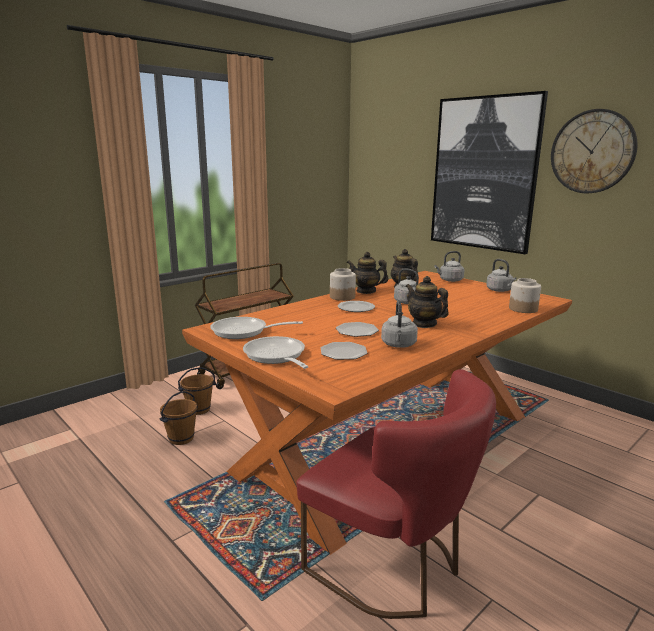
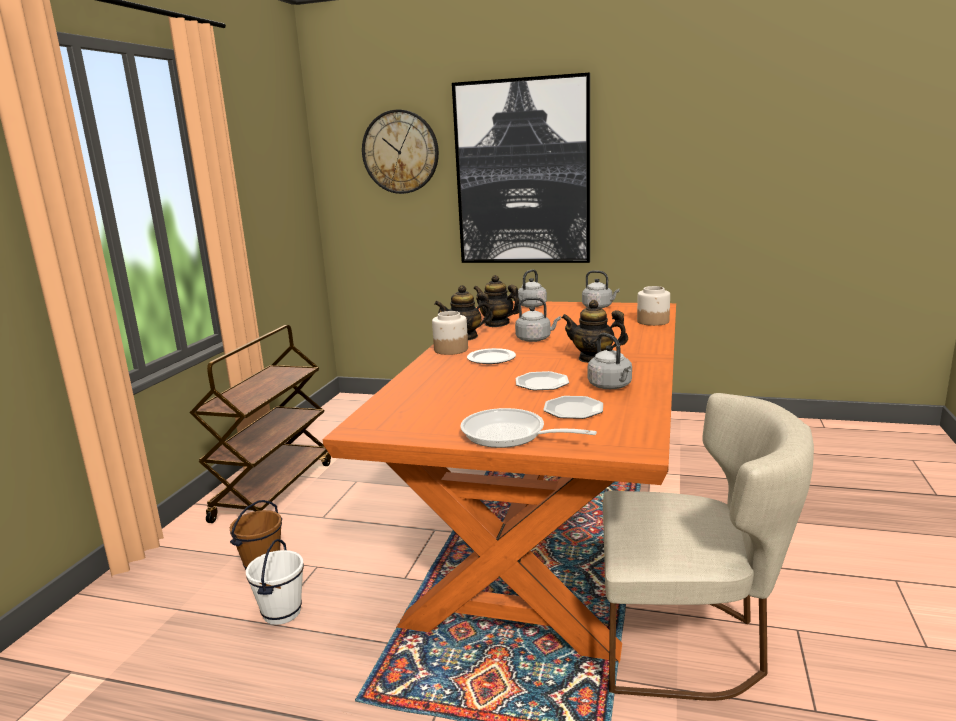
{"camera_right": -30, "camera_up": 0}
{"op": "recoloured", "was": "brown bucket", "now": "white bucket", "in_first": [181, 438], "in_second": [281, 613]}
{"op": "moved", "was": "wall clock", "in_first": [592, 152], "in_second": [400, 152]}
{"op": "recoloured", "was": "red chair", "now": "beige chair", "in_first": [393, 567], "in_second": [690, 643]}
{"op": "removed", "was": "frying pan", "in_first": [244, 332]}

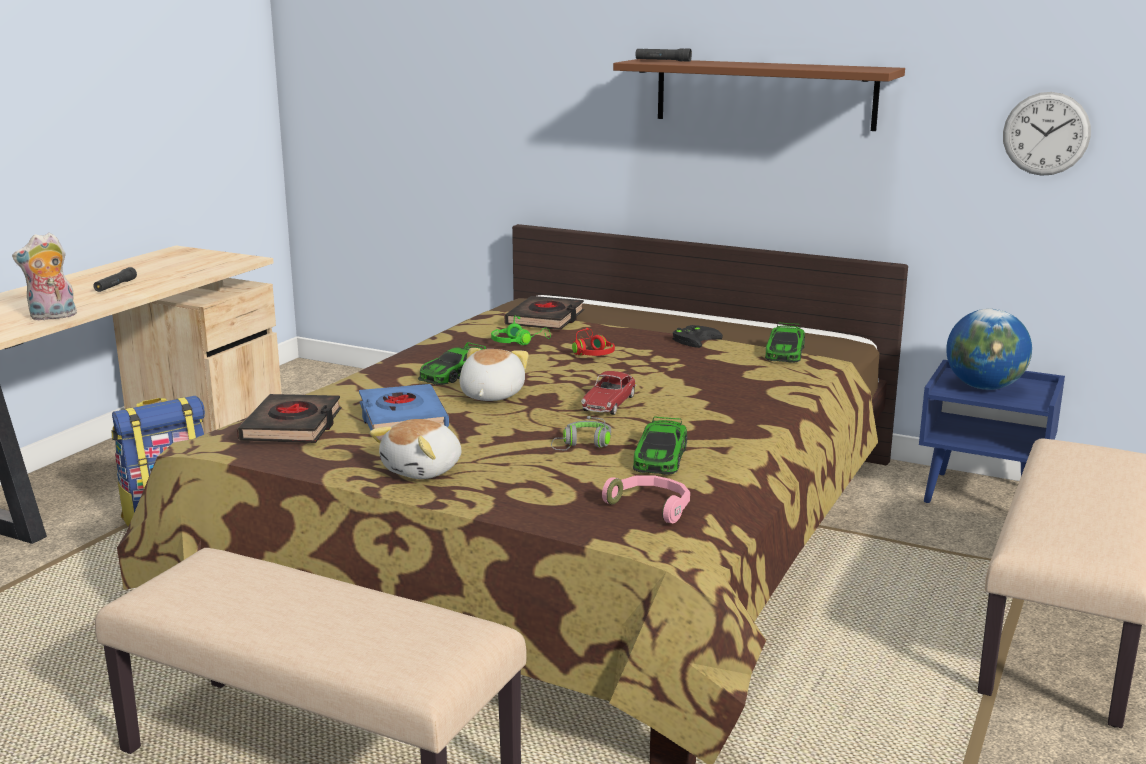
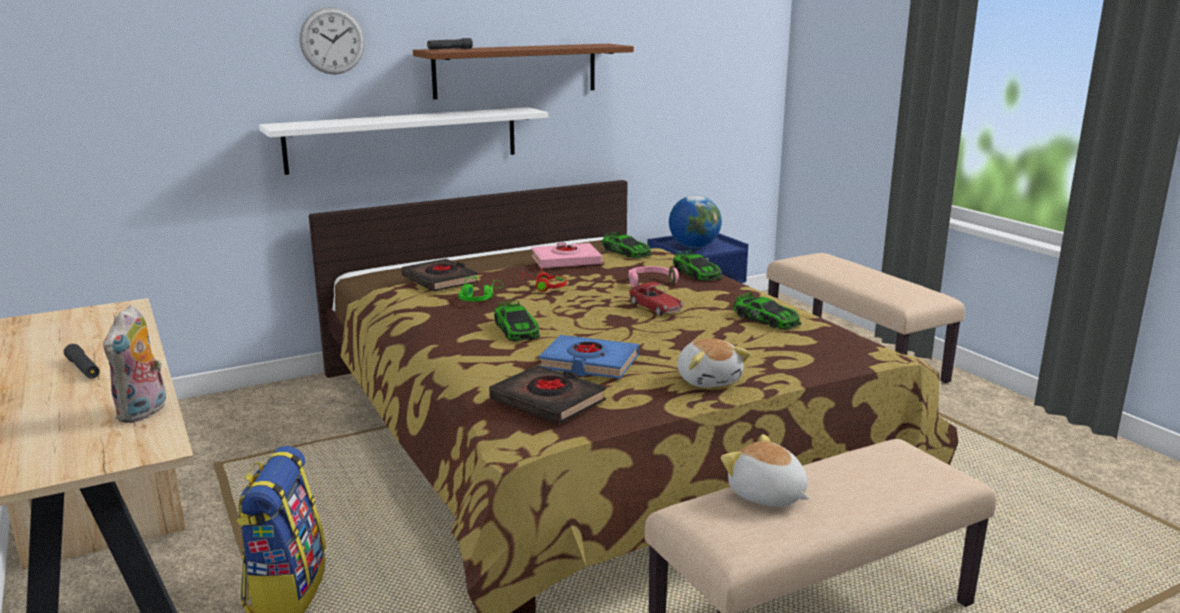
{"camera_right": -55, "camera_up": 0}
{"op": "added", "now": "white shelf", "in_second": [404, 139]}
{"op": "moved", "was": "wall clock", "in_first": [1046, 134], "in_second": [332, 41]}
{"op": "replaced", "was": "black game controller", "now": "pink book", "in_first": [695, 339], "in_second": [566, 261]}
{"op": "moved", "was": "pink headphones", "in_first": [652, 506], "in_second": [650, 282]}
{"op": "added", "now": "toy car", "in_second": [697, 273]}
{"op": "moved", "was": "plush toy", "in_first": [490, 395], "in_second": [766, 495]}
{"op": "removed", "was": "grey headphones", "in_first": [583, 445]}

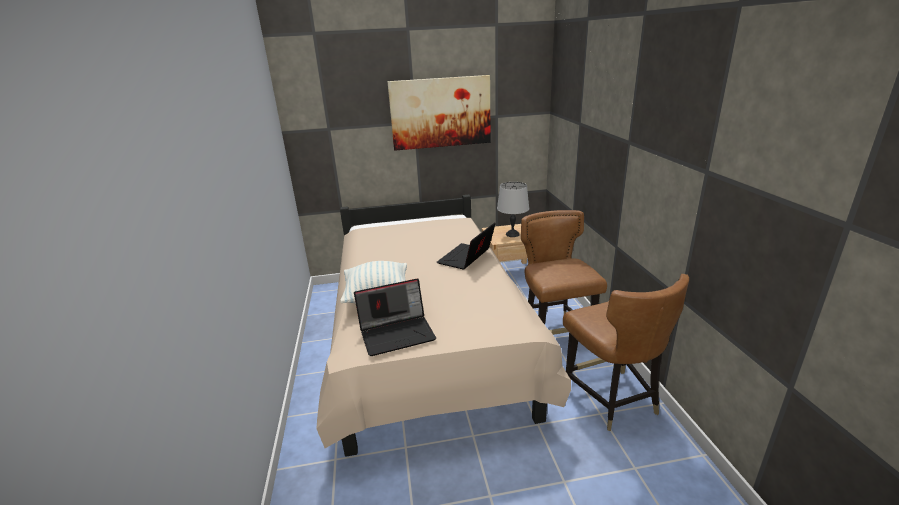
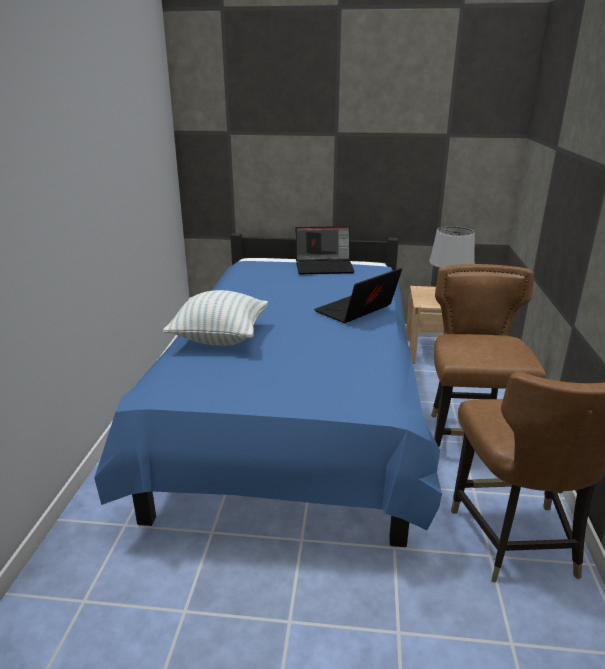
{"camera_right": 15, "camera_up": 0}
{"op": "recoloured", "was": "beige bed", "now": "blue bed", "in_first": [427, 342], "in_second": [295, 415]}
{"op": "moved", "was": "laptop", "in_first": [397, 333], "in_second": [325, 267]}
{"op": "removed", "was": "picture", "in_first": [440, 112]}

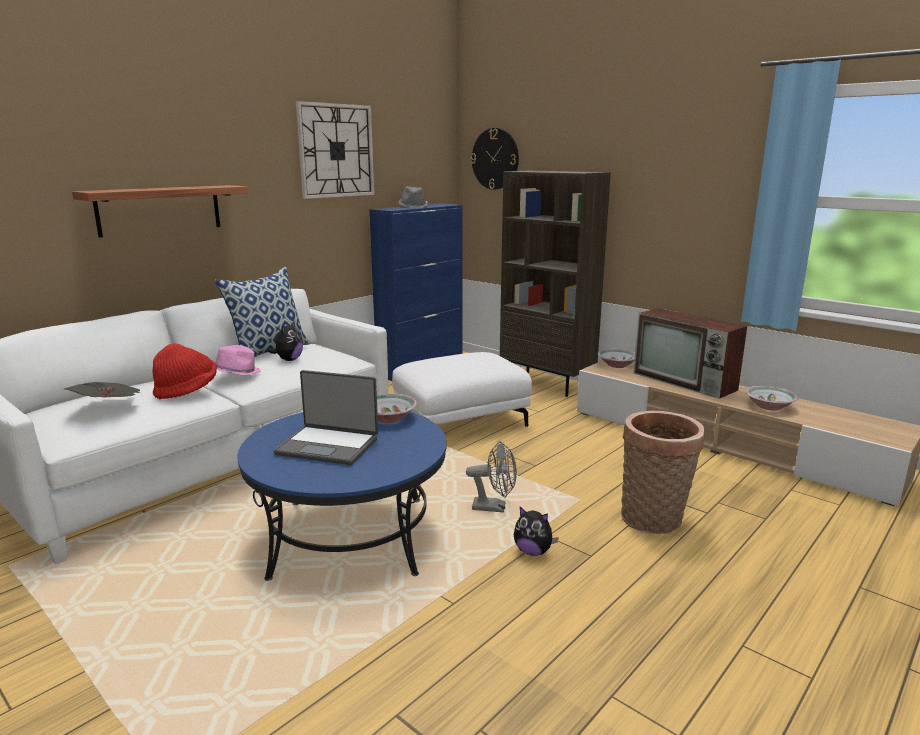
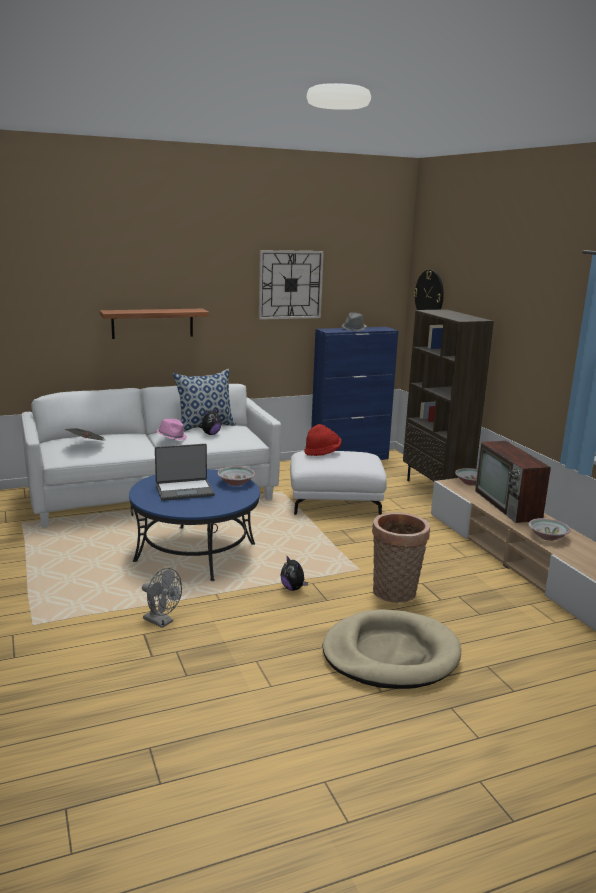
{"camera_right": 25, "camera_up": 0}
{"op": "moved", "was": "grey fan", "in_first": [494, 507], "in_second": [162, 622]}
{"op": "turned", "was": "laptop", "in_first": [328, 446], "in_second": [184, 490], "clockwise": -60}
{"op": "moved", "was": "red hat", "in_first": [186, 390], "in_second": [322, 453]}
{"op": "added", "now": "beige dog bed", "in_second": [390, 654]}

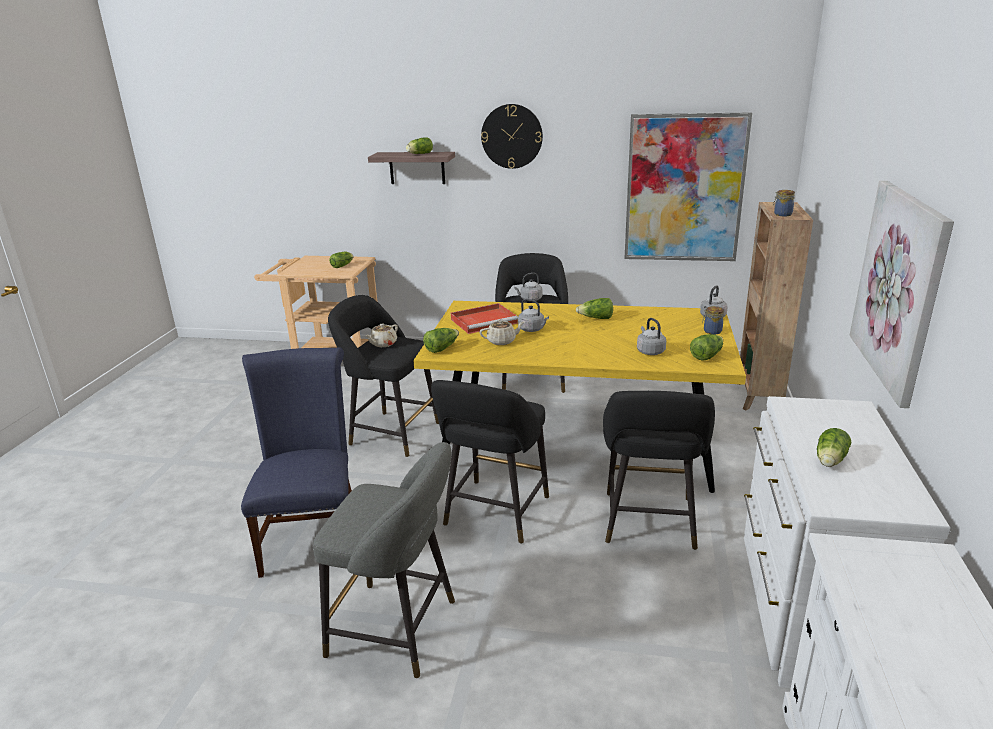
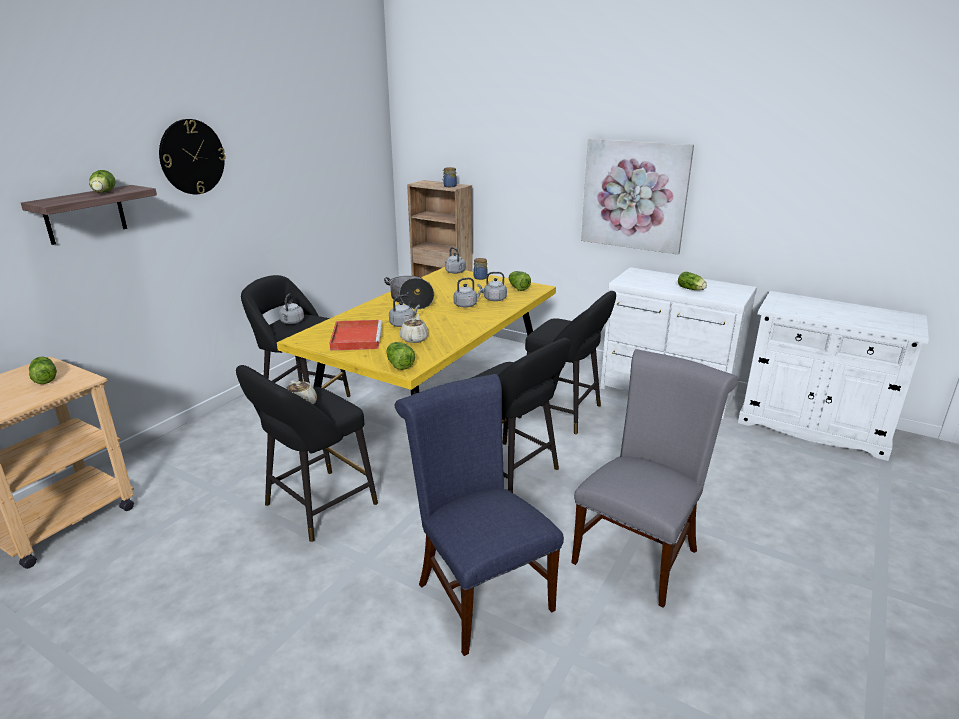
{"camera_right": -70, "camera_up": 0}
{"op": "replaced", "was": "lettuce", "now": "cooking pot", "in_first": [596, 318], "in_second": [410, 301]}
{"op": "turned", "was": "blue chair", "in_first": [313, 537], "in_second": [479, 592], "clockwise": 45}
{"op": "added", "now": "grey kettle", "in_second": [466, 305]}
{"op": "replaced", "was": "grey stool", "now": "grey chair", "in_first": [399, 629], "in_second": [639, 552]}
{"op": "removed", "was": "picture", "in_first": [684, 189]}

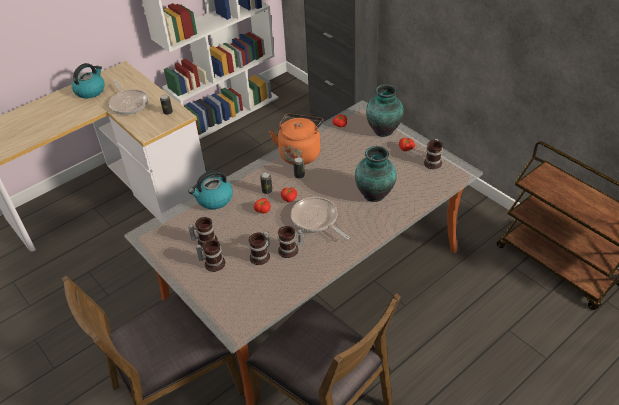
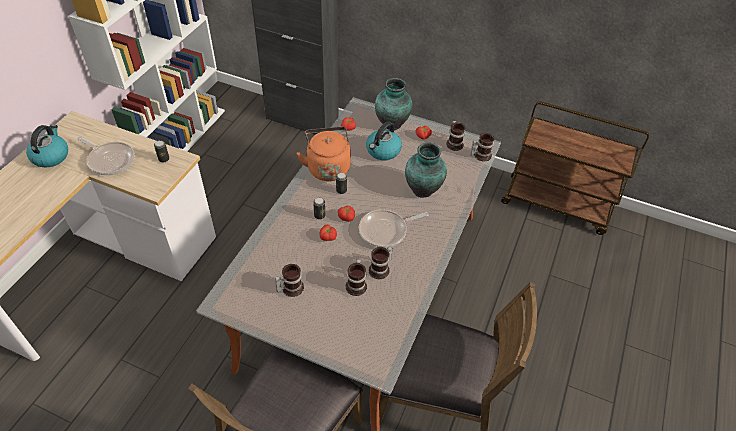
{"camera_right": -30, "camera_up": 5}
{"op": "turned", "was": "frying pan", "in_first": [316, 220], "in_second": [386, 231], "clockwise": -45}
{"op": "moved", "was": "kettle", "in_first": [214, 199], "in_second": [383, 151]}
{"op": "moved", "was": "mug", "in_first": [213, 262], "in_second": [480, 155]}

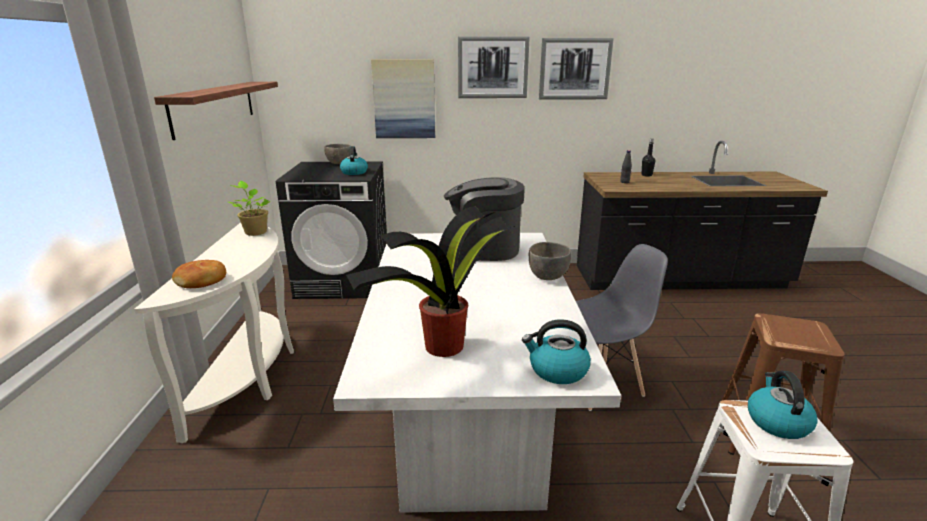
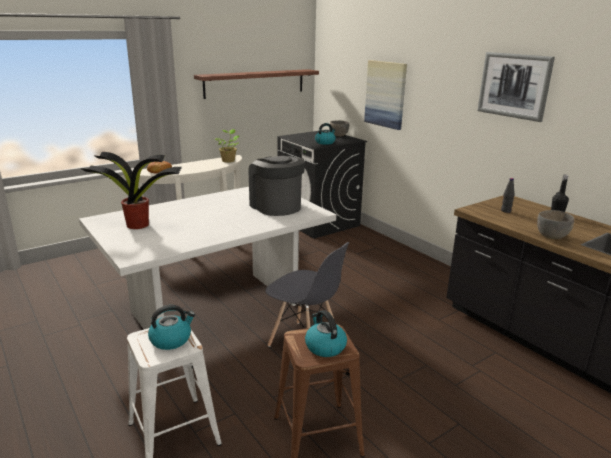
{"camera_right": 55, "camera_up": 0}
{"op": "moved", "was": "kettle", "in_first": [557, 370], "in_second": [324, 346]}
{"op": "moved", "was": "grey bowl", "in_first": [548, 276], "in_second": [552, 237]}
{"op": "removed", "was": "picture", "in_first": [493, 67]}

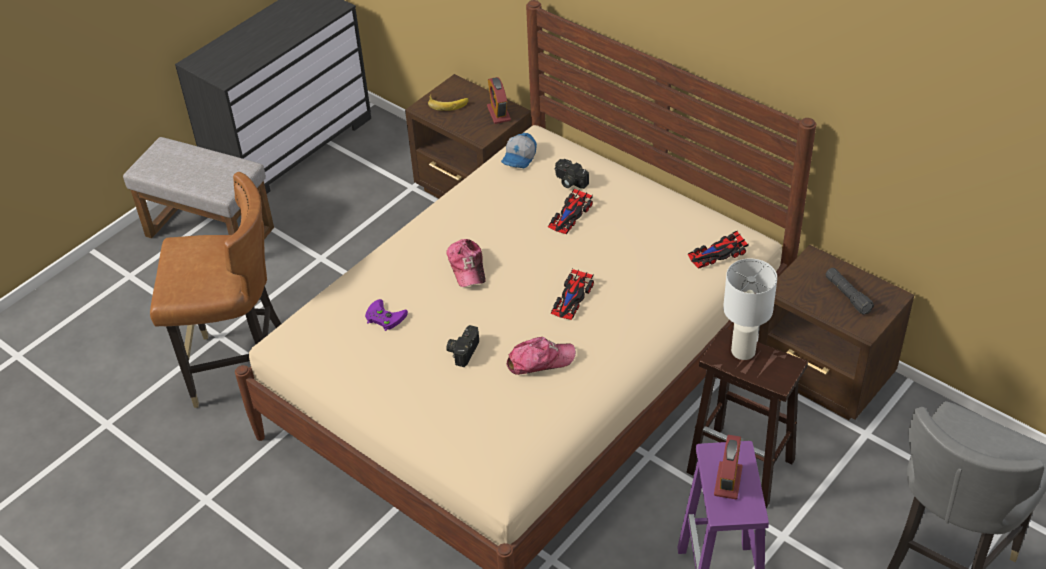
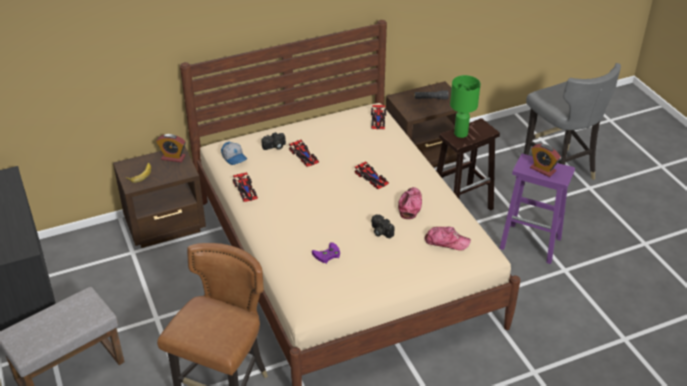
{"camera_right": -65, "camera_up": -5}
{"op": "added", "now": "toy car", "in_second": [245, 190]}
{"op": "moved", "was": "cap", "in_first": [467, 267], "in_second": [446, 241]}
{"op": "recoloured", "was": "white table lamp", "now": "green table lamp", "in_first": [742, 351], "in_second": [460, 134]}

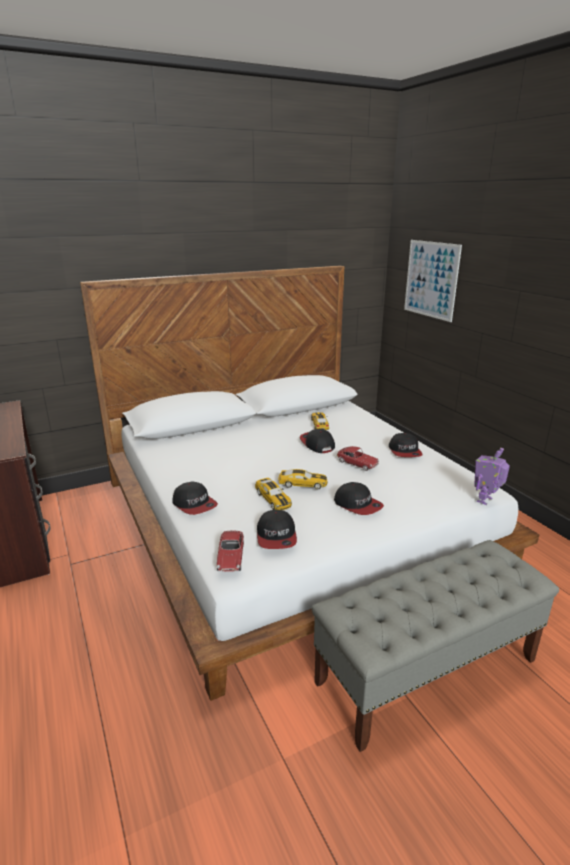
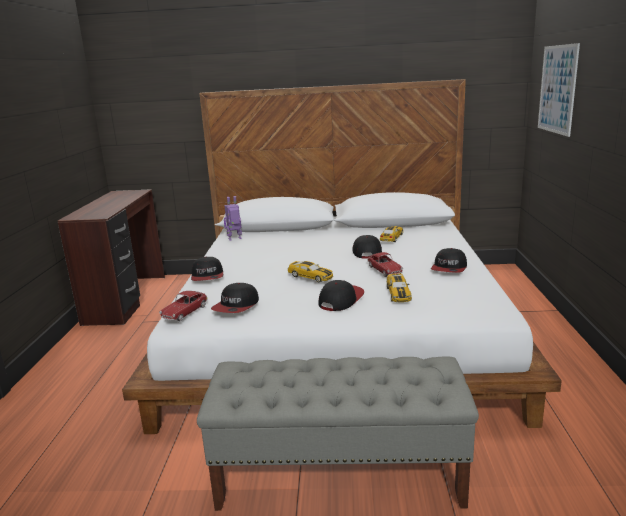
{"camera_right": 30, "camera_up": -5}
{"op": "moved", "was": "toy robot", "in_first": [485, 500], "in_second": [235, 238]}
{"op": "turned", "was": "cap", "in_first": [358, 505], "in_second": [340, 300], "clockwise": -135}
{"op": "moved", "was": "toy car", "in_first": [273, 499], "in_second": [398, 294]}

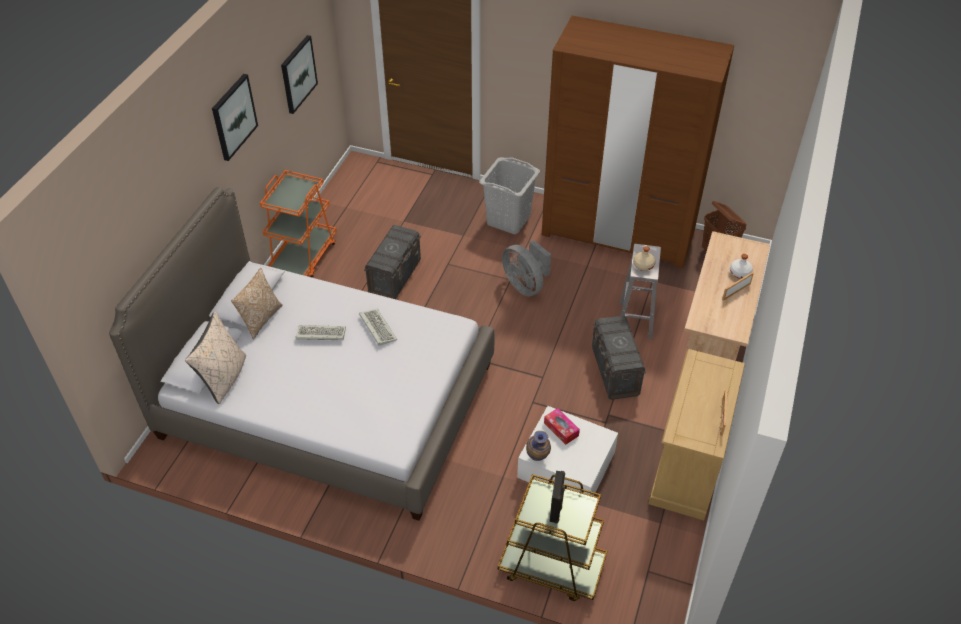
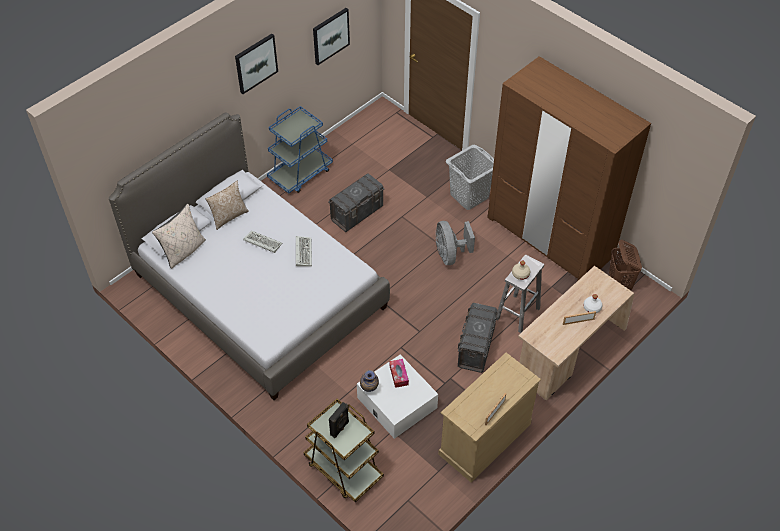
{"camera_right": 25, "camera_up": 5}
{"op": "recoloured", "was": "orange cart", "now": "blue cart", "in_first": [303, 256], "in_second": [300, 174]}

